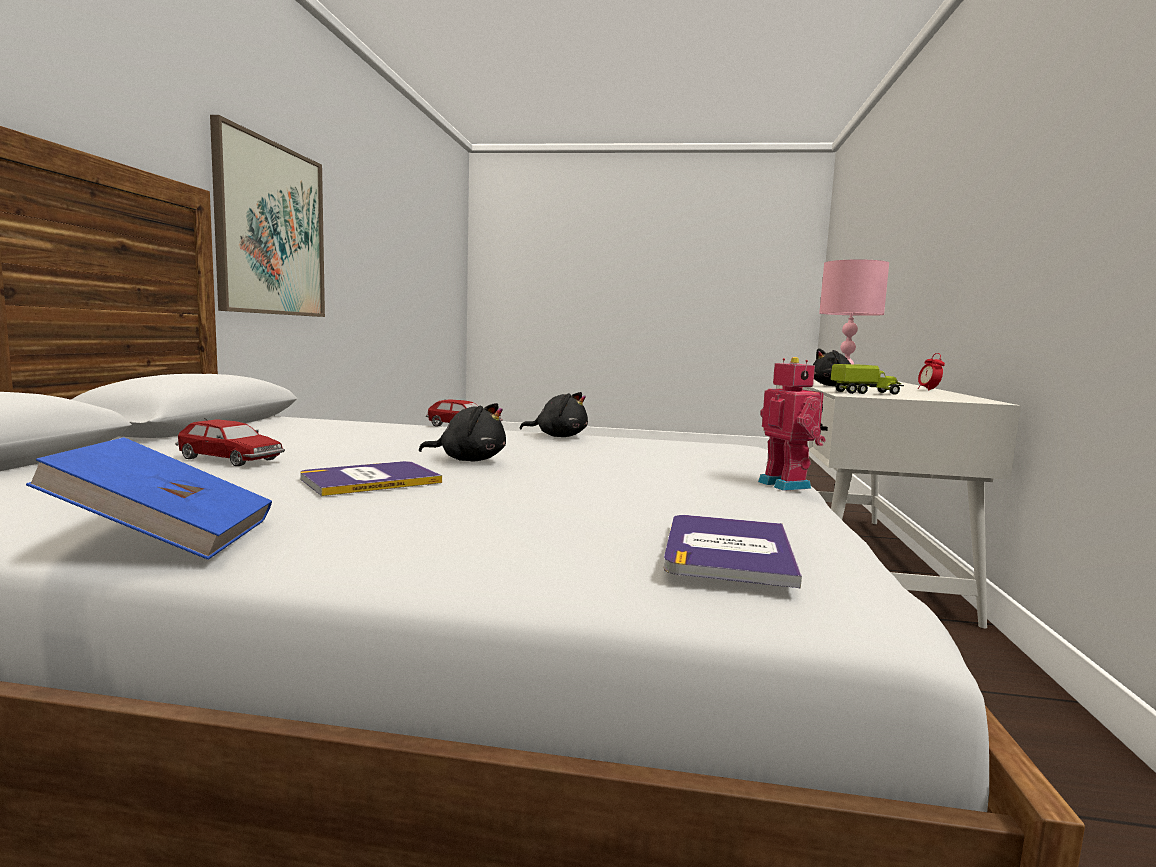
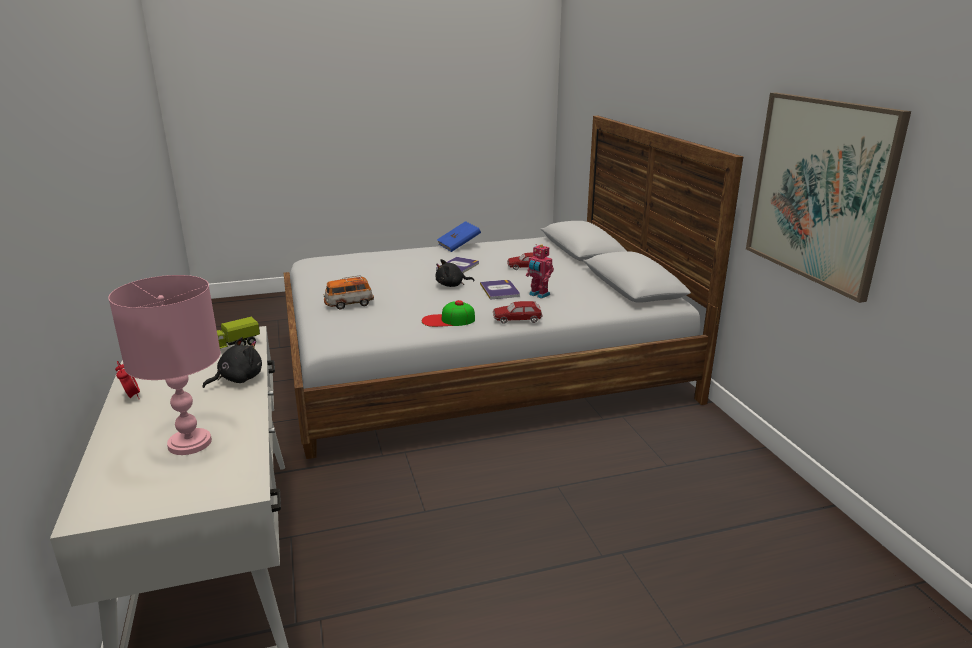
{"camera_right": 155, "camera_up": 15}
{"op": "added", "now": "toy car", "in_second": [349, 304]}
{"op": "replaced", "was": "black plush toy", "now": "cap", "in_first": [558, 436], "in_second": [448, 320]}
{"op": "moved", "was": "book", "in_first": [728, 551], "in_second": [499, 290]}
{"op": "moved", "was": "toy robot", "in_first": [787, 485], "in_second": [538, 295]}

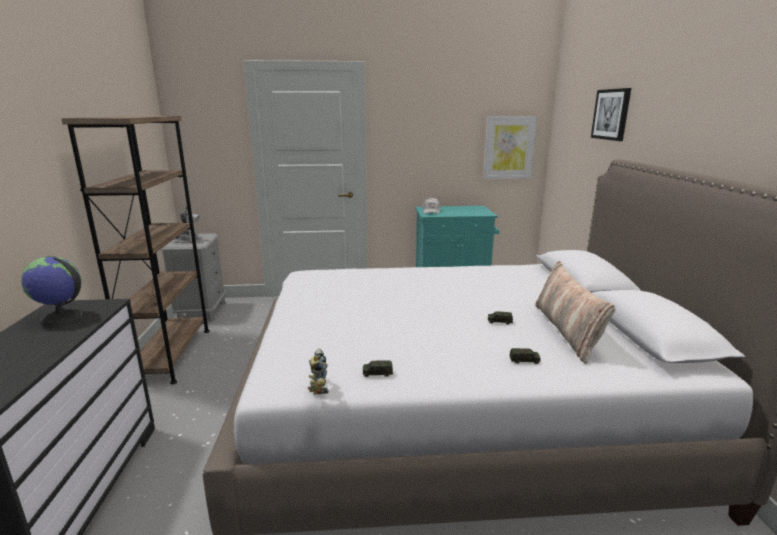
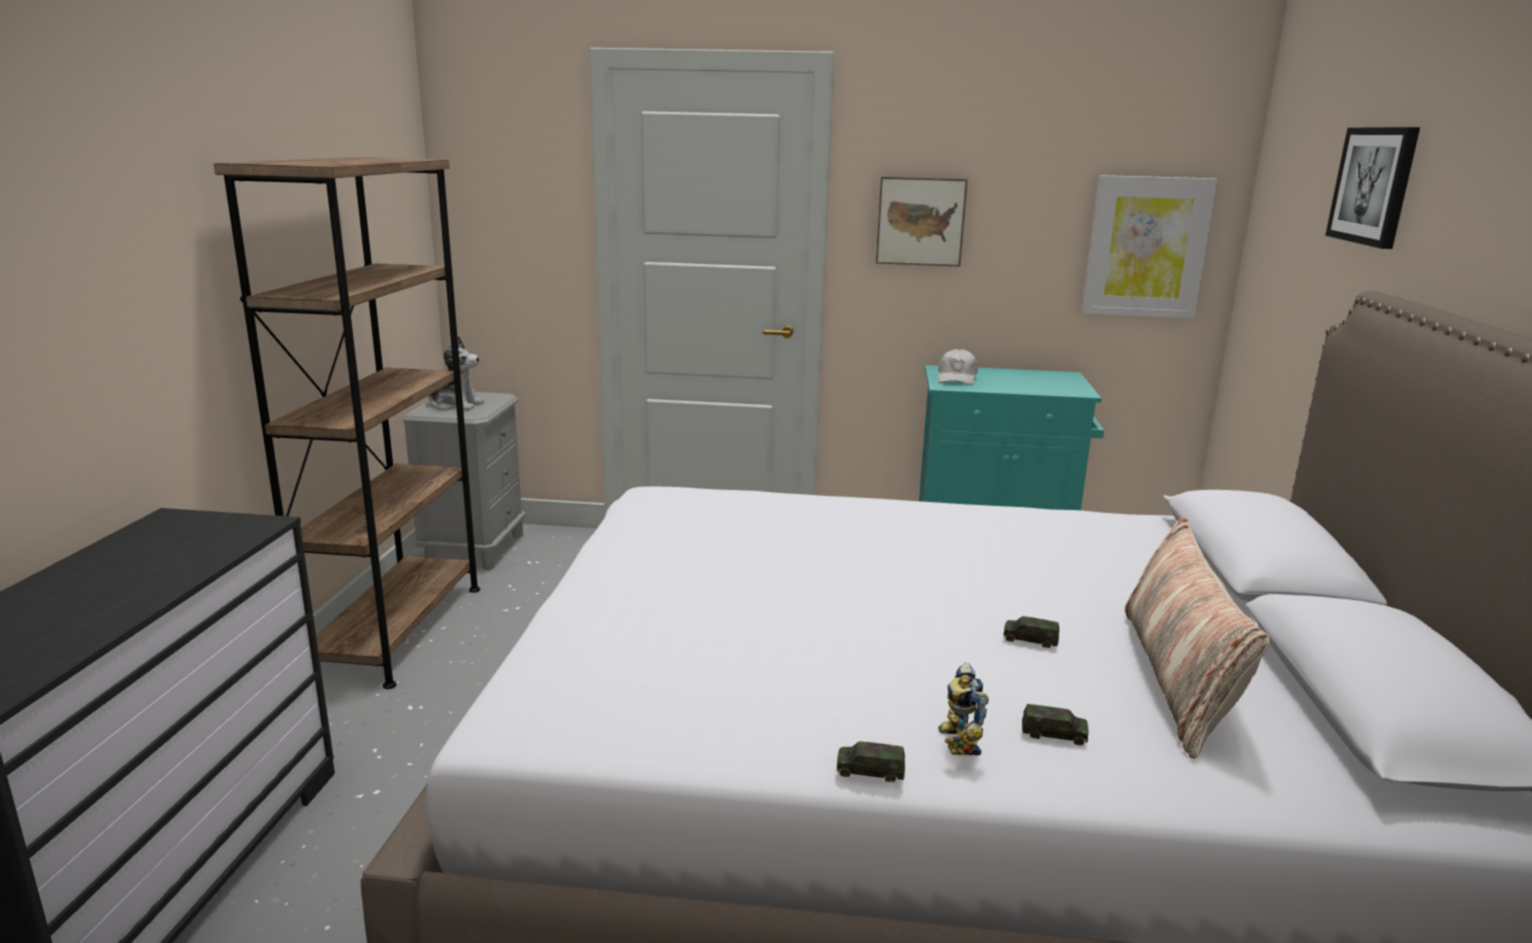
{"camera_right": 10, "camera_up": 0}
{"op": "moved", "was": "toy car", "in_first": [377, 373], "in_second": [870, 771]}
{"op": "added", "now": "picture", "in_second": [920, 221]}
{"op": "moved", "was": "toy robot", "in_first": [317, 388], "in_second": [955, 742]}
{"op": "removed", "was": "globe", "in_first": [61, 317]}

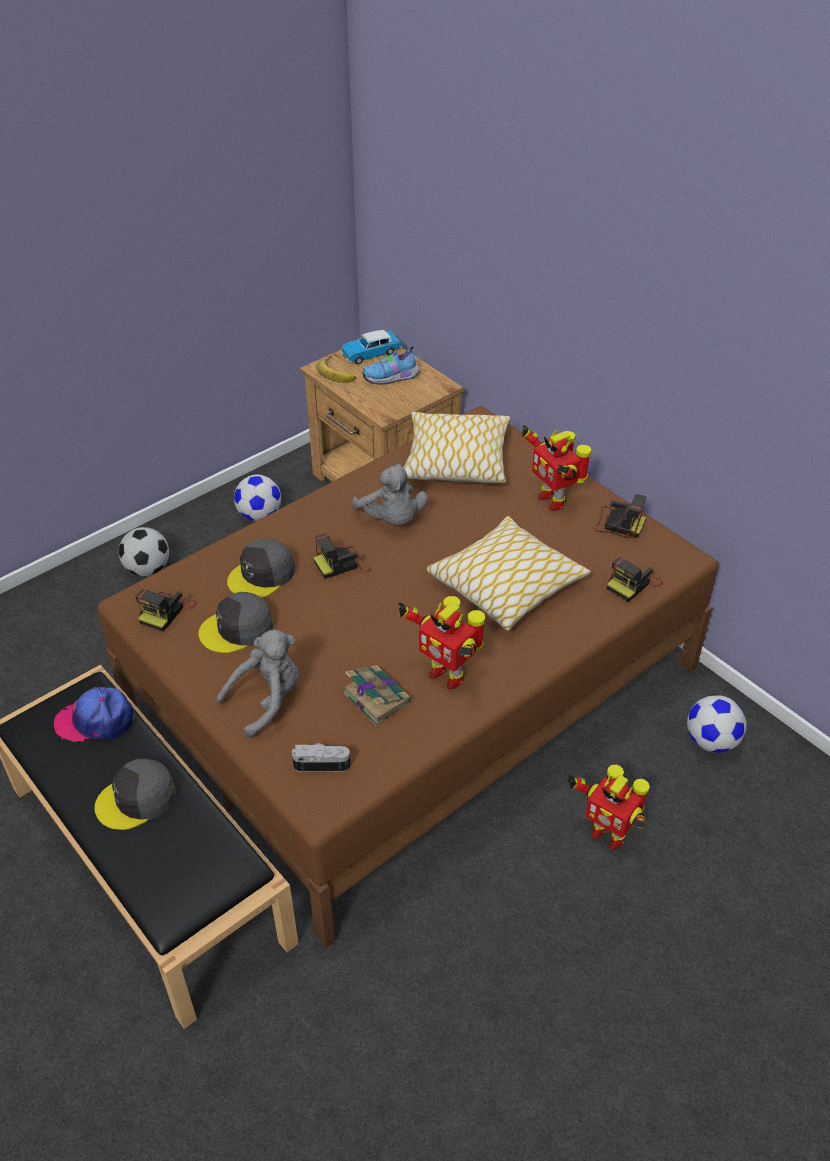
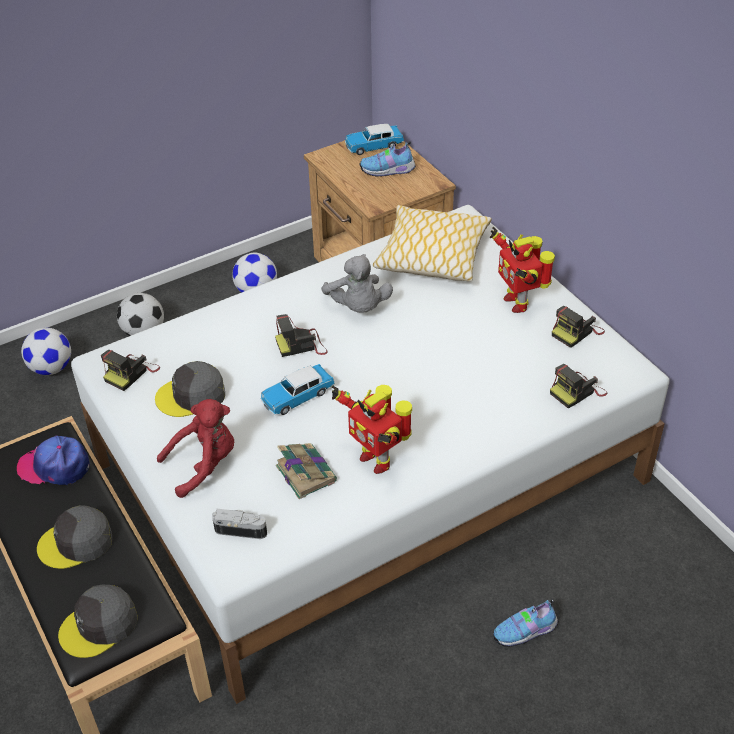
{"camera_right": 10, "camera_up": 0}
{"op": "moved", "was": "football", "in_first": [710, 741], "in_second": [51, 368]}
{"op": "moved", "was": "grey cap", "in_first": [262, 575], "in_second": [99, 625]}
{"op": "recoloured", "was": "brown bed", "now": "white bed", "in_first": [415, 689], "in_second": [369, 471]}
{"op": "recoloured", "was": "grey plush toy", "now": "red plush toy", "in_first": [267, 700], "in_second": [204, 464]}
{"op": "added", "now": "toy car", "in_second": [297, 397]}
{"op": "replaced", "was": "toy robot", "now": "shoe", "in_first": [607, 834], "in_second": [526, 632]}
{"op": "turned", "was": "photo camera", "in_first": [618, 524], "in_second": [576, 332], "clockwise": 105}
{"op": "removed", "was": "banana", "in_first": [338, 372]}
{"op": "removed", "was": "pillow", "in_first": [506, 584]}

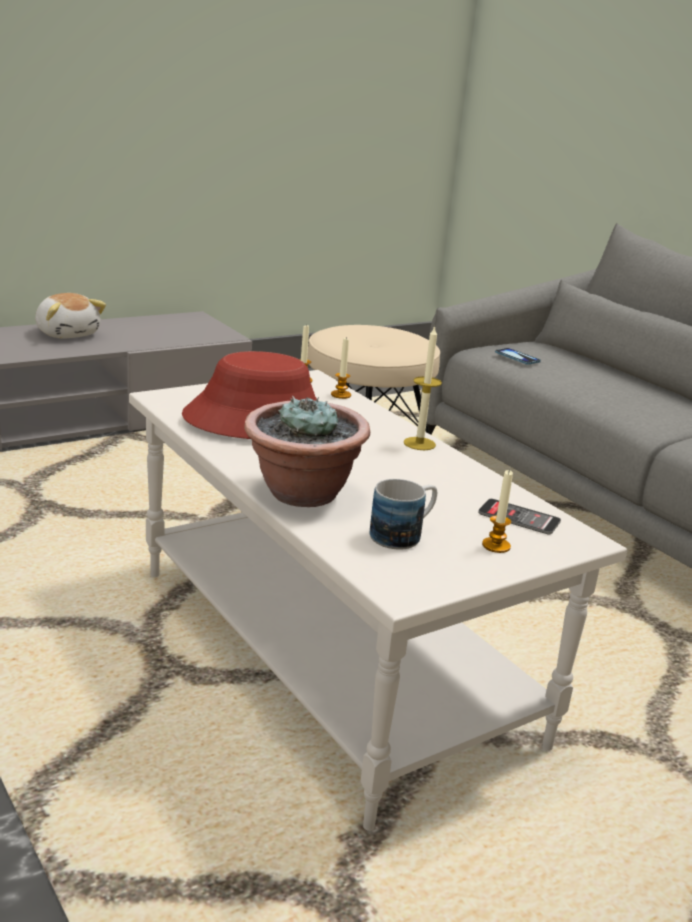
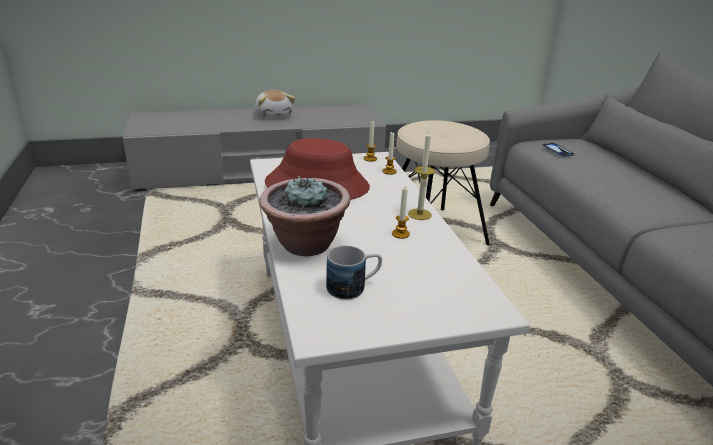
{"camera_right": 20, "camera_up": 5}
{"op": "moved", "was": "candle", "in_first": [496, 546], "in_second": [400, 234]}
{"op": "removed", "was": "phone", "in_first": [519, 517]}

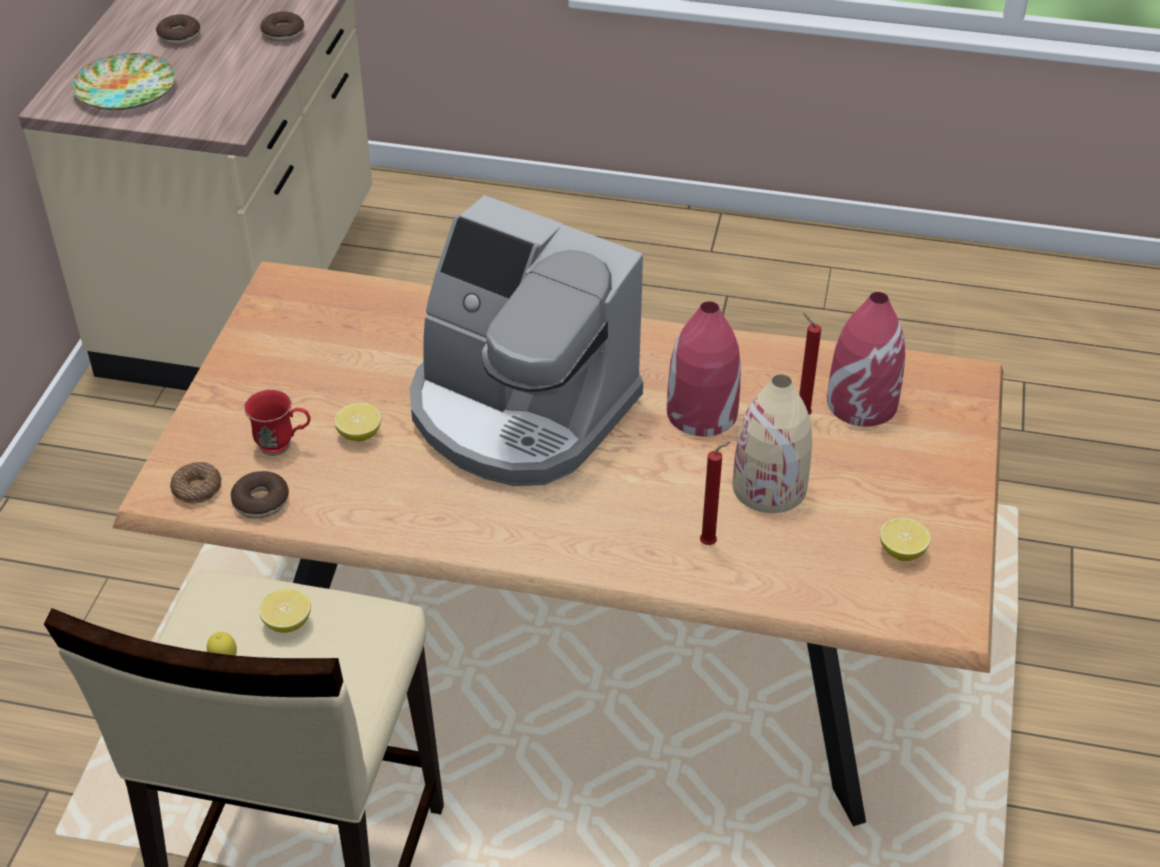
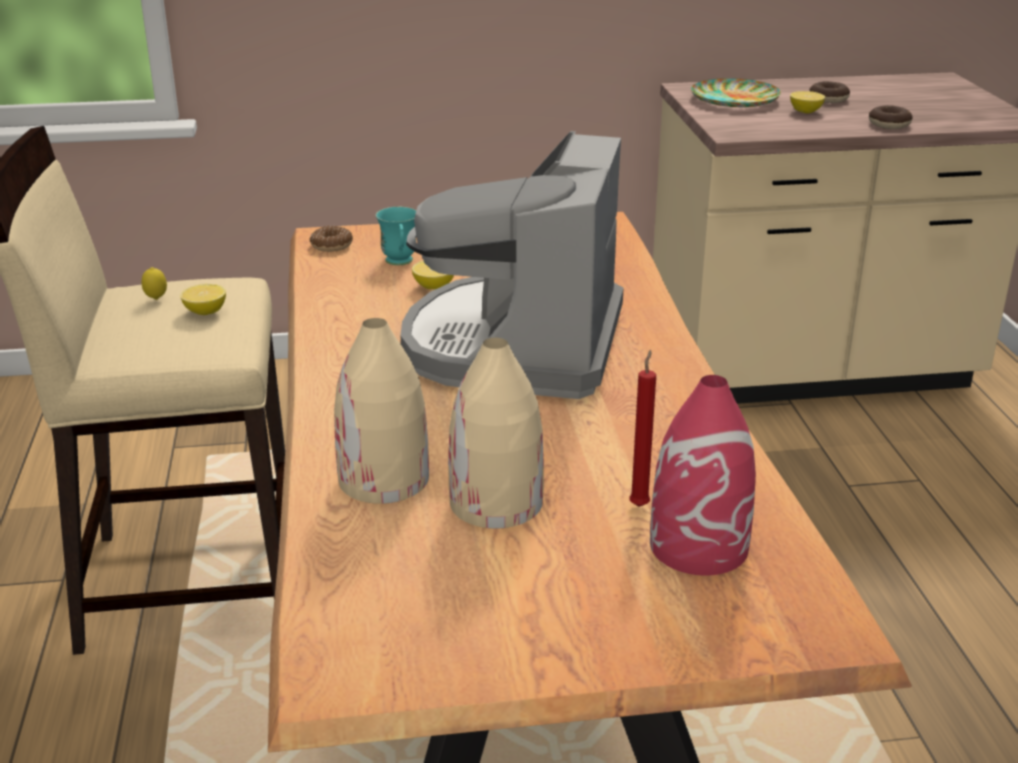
{"camera_right": 70, "camera_up": -15}
{"op": "replaced", "was": "red candle", "now": "beige vase", "in_first": [710, 543], "in_second": [383, 480]}
{"op": "recoloured", "was": "red mug", "now": "turquoise mug", "in_first": [283, 446], "in_second": [400, 263]}
{"op": "moved", "was": "lemon", "in_first": [901, 551], "in_second": [805, 111]}
{"op": "removed", "was": "donut", "in_first": [261, 501]}
{"op": "removed", "was": "red vase", "in_first": [701, 413]}

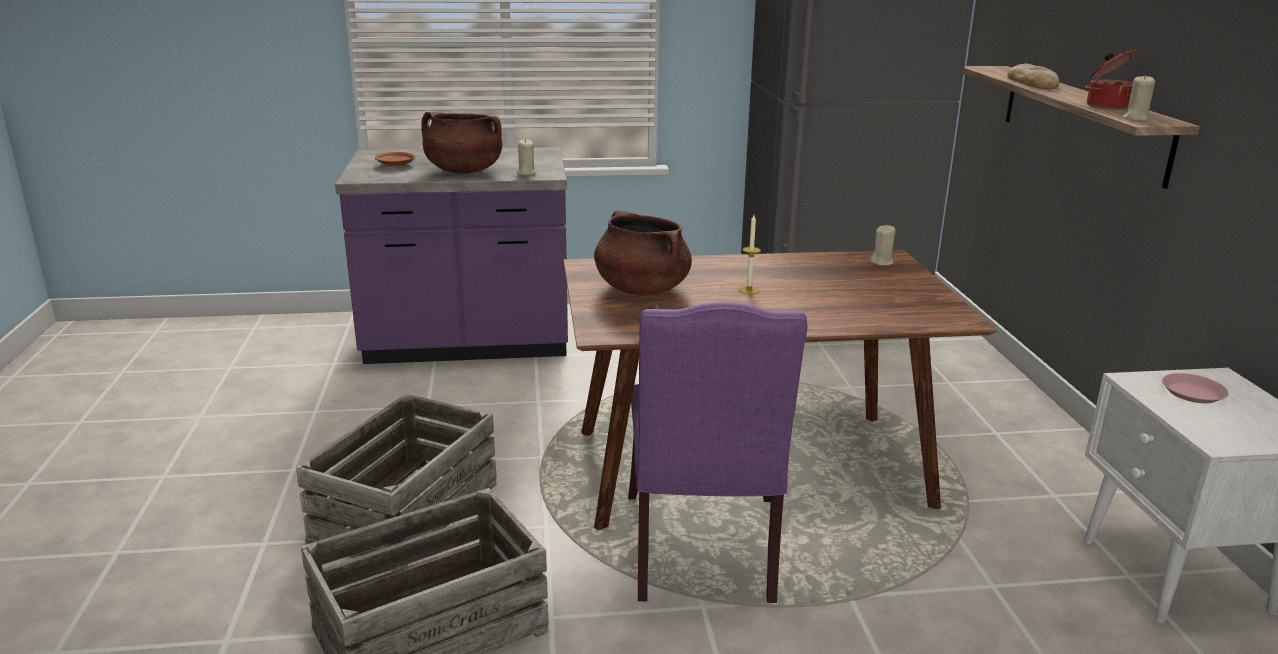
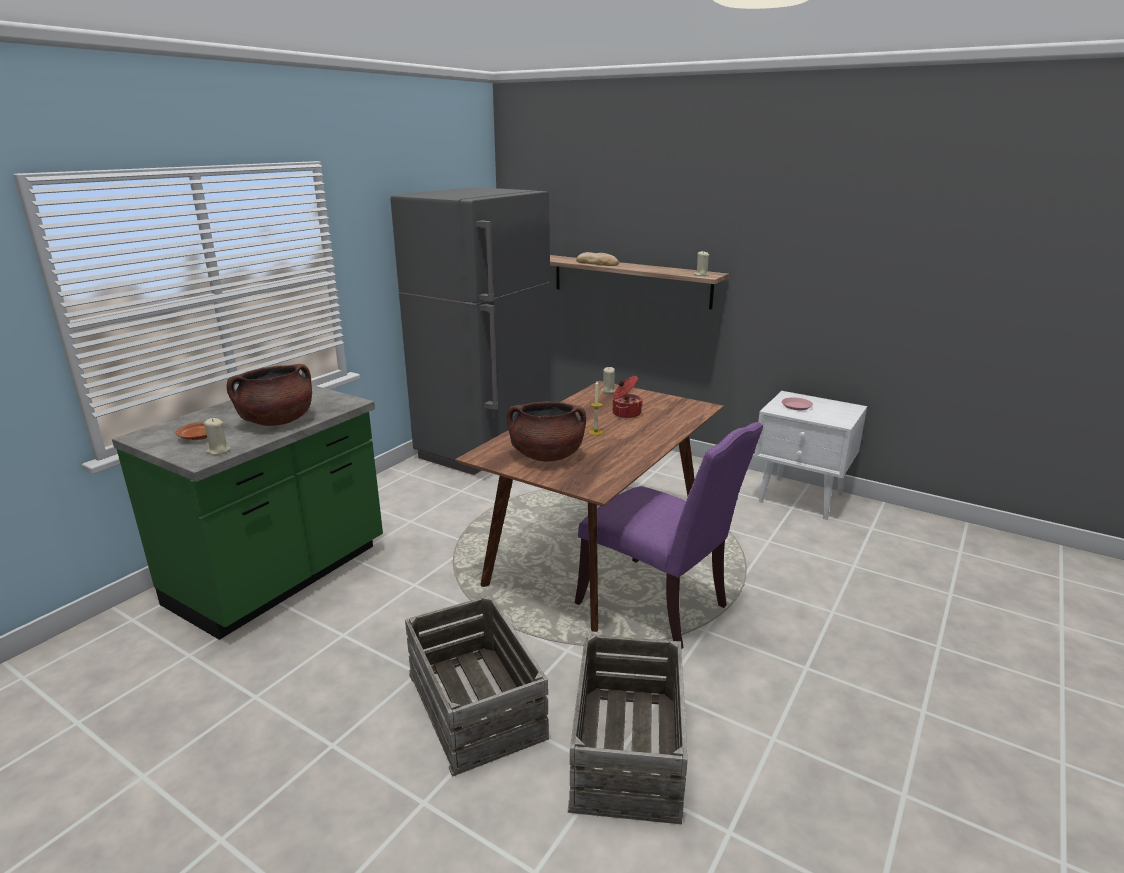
{"camera_right": -50, "camera_up": 0}
{"op": "recoloured", "was": "purple counter", "now": "green counter", "in_first": [467, 344], "in_second": [280, 577]}
{"op": "moved", "was": "beige candle", "in_first": [526, 173], "in_second": [218, 451]}
{"op": "moved", "was": "cooking pot", "in_first": [1107, 106], "in_second": [625, 413]}

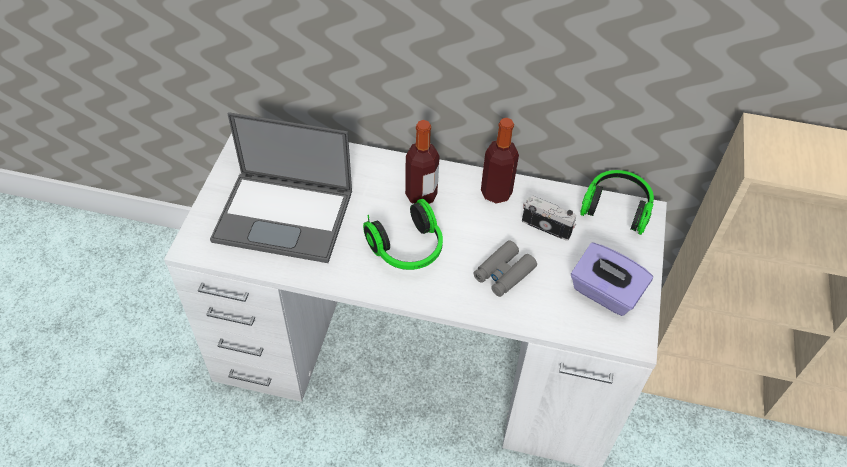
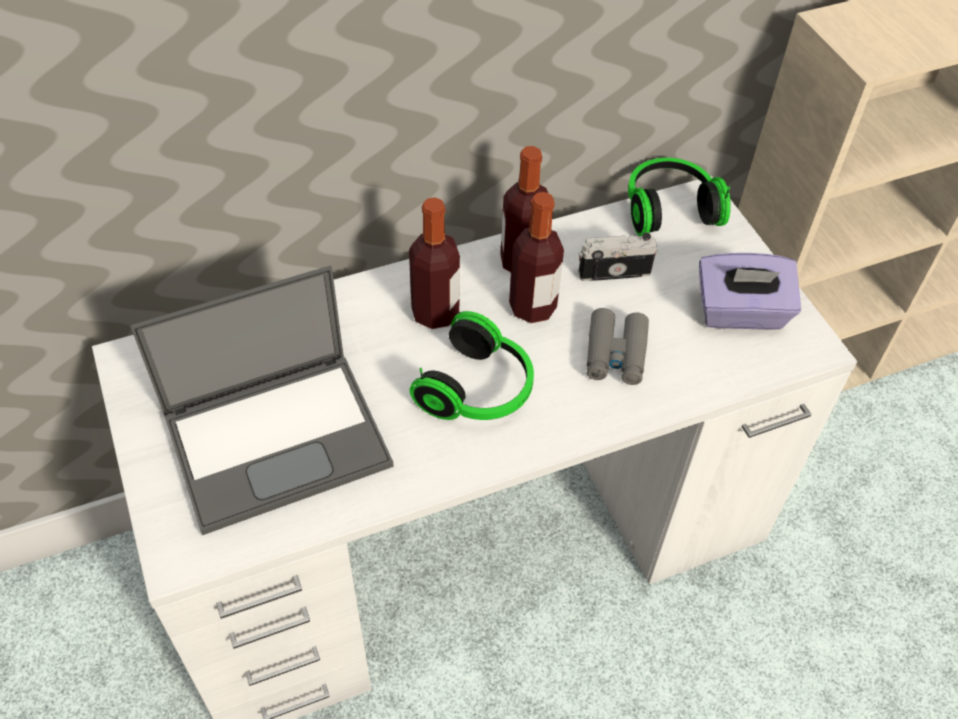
{"camera_right": -35, "camera_up": 0}
{"op": "added", "now": "bottle", "in_second": [532, 307]}

